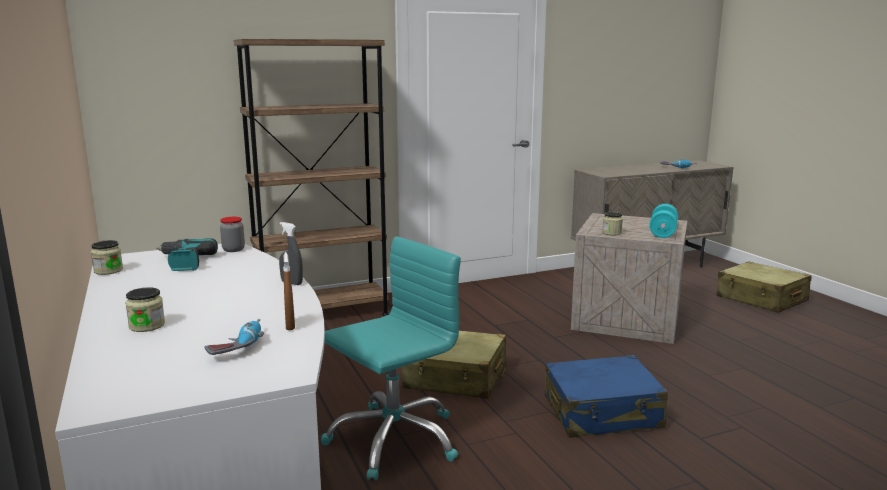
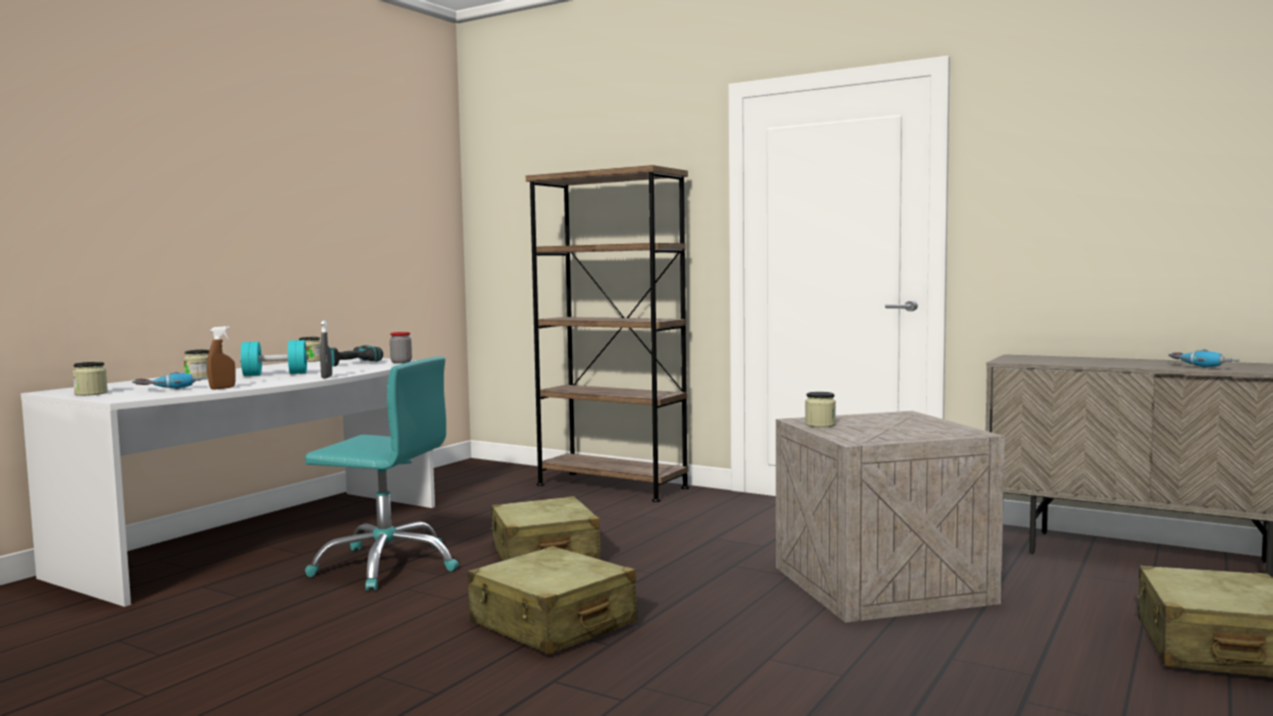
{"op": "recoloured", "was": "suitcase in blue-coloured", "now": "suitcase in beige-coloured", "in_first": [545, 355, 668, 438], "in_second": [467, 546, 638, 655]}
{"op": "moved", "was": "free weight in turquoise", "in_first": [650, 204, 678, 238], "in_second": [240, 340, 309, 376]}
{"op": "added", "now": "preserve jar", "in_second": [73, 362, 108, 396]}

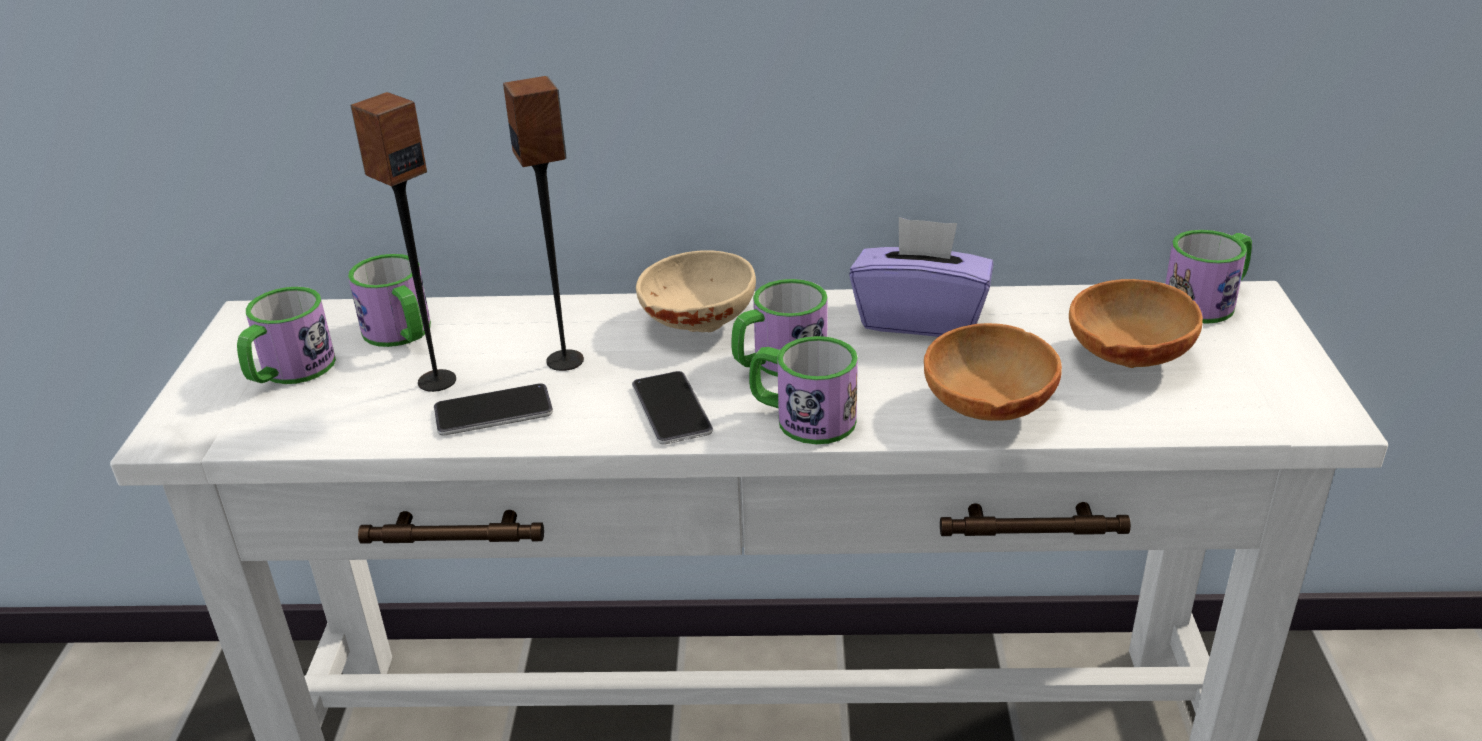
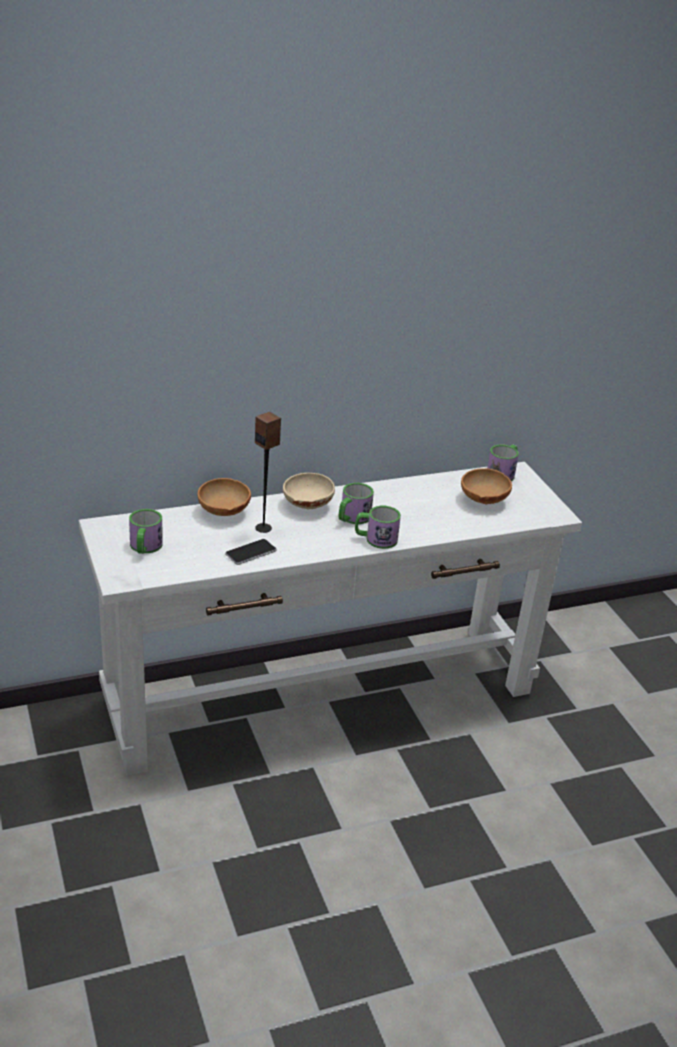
{"op": "removed", "was": "mug", "in_first": [348, 254, 431, 347]}
{"op": "removed", "was": "speaker", "in_first": [350, 92, 456, 392]}
{"op": "removed", "was": "handset", "in_first": [632, 371, 713, 445]}
{"op": "removed", "was": "tissue box in purple", "in_first": [849, 217, 994, 337]}
{"op": "moved", "was": "bowl in brown", "in_first": [924, 323, 1062, 421], "in_second": [197, 478, 251, 516]}

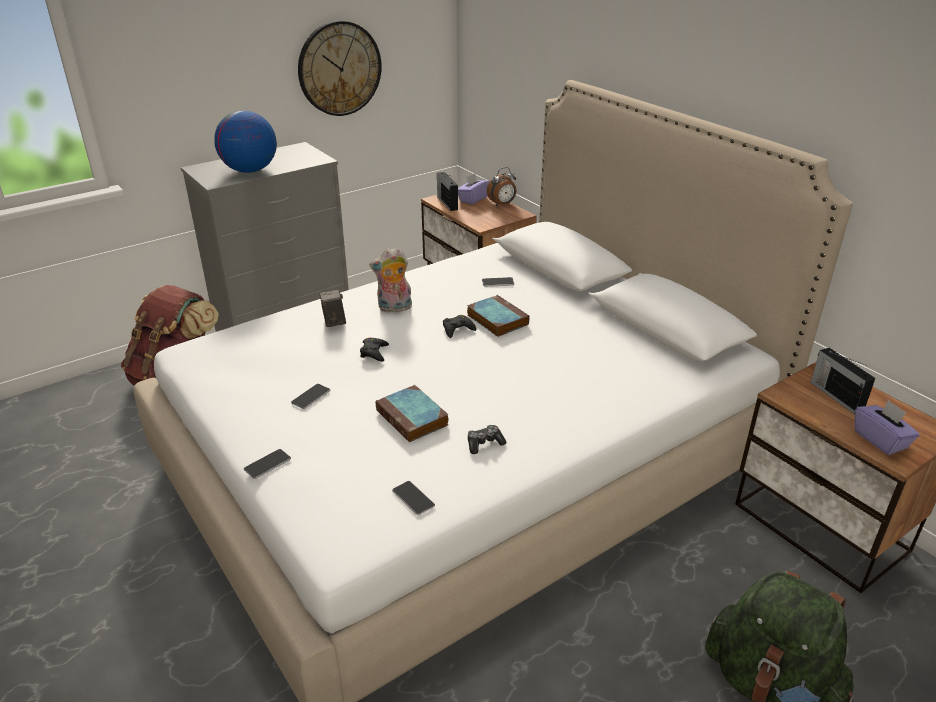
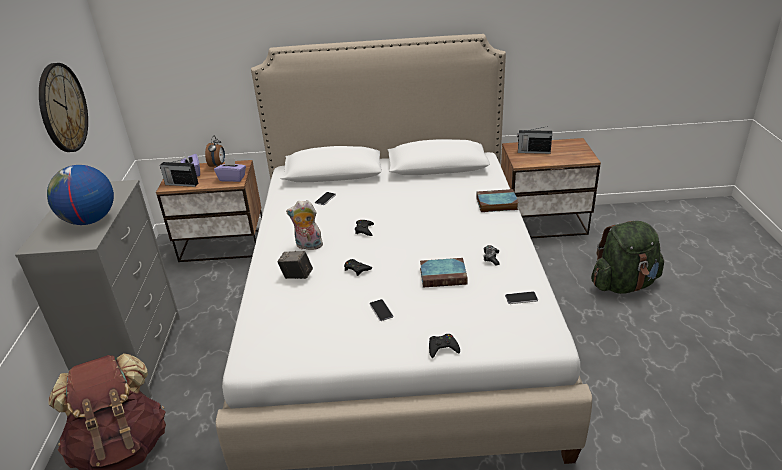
{"op": "replaced", "was": "handset", "now": "joypad in blackish", "in_first": [244, 449, 291, 479], "in_second": [429, 334, 460, 358]}
{"op": "turned", "was": "cuddly toy", "in_first": [369, 247, 412, 312], "in_second": [286, 200, 323, 250], "clockwise": 75}
{"op": "moved", "was": "book", "in_first": [467, 295, 530, 337], "in_second": [476, 189, 519, 212]}
{"op": "moved", "was": "tissue box in purple", "in_first": [855, 400, 920, 455], "in_second": [214, 158, 246, 182]}

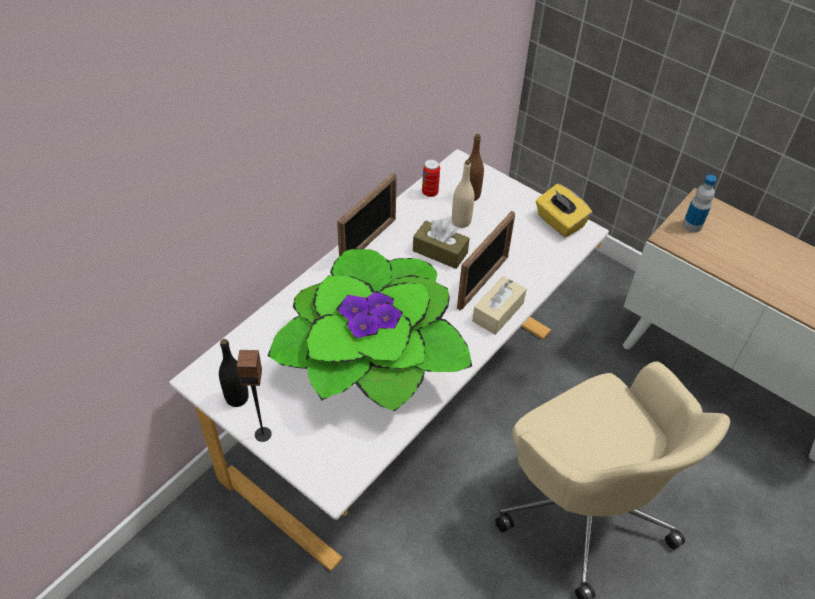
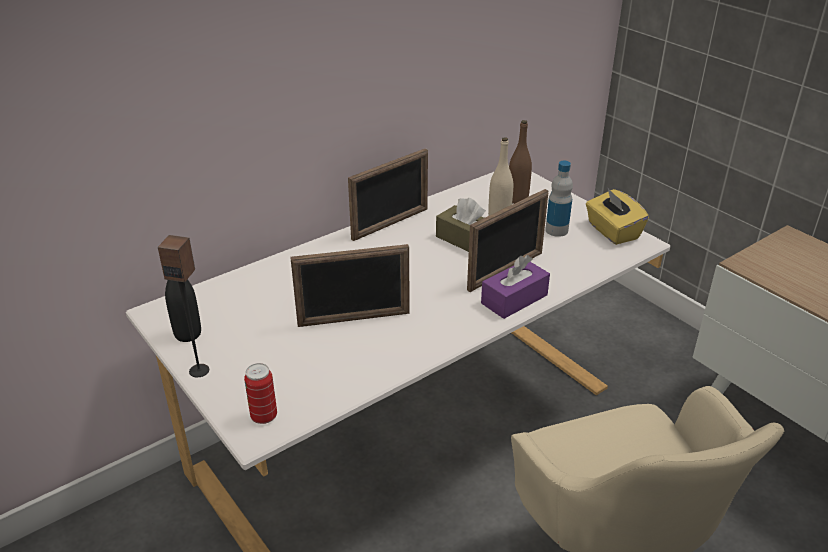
{"op": "replaced", "was": "houseplant", "now": "picture frame", "in_first": [268, 248, 472, 412], "in_second": [290, 244, 410, 327]}
{"op": "moved", "was": "metal can", "in_first": [422, 159, 440, 197], "in_second": [244, 363, 277, 424]}
{"op": "recoloured", "was": "tissue box in beige-coloured", "now": "tissue box in purple", "in_first": [472, 276, 527, 335], "in_second": [481, 255, 550, 319]}
{"op": "moved", "was": "beverage bottle", "in_first": [683, 175, 717, 233], "in_second": [545, 161, 573, 237]}

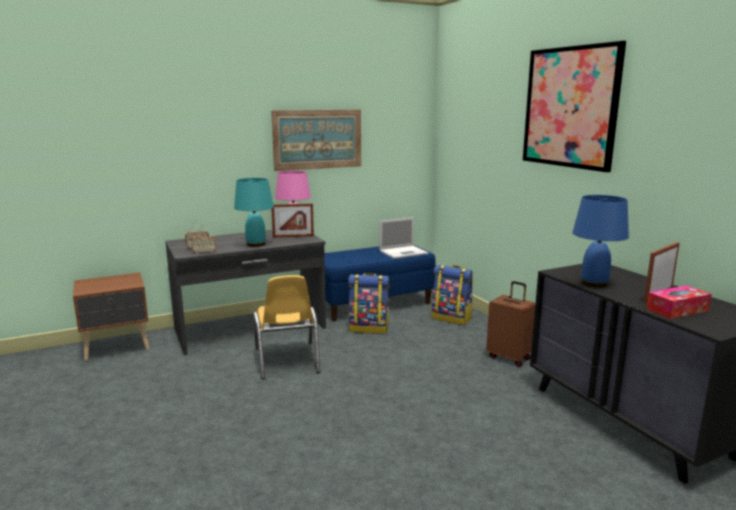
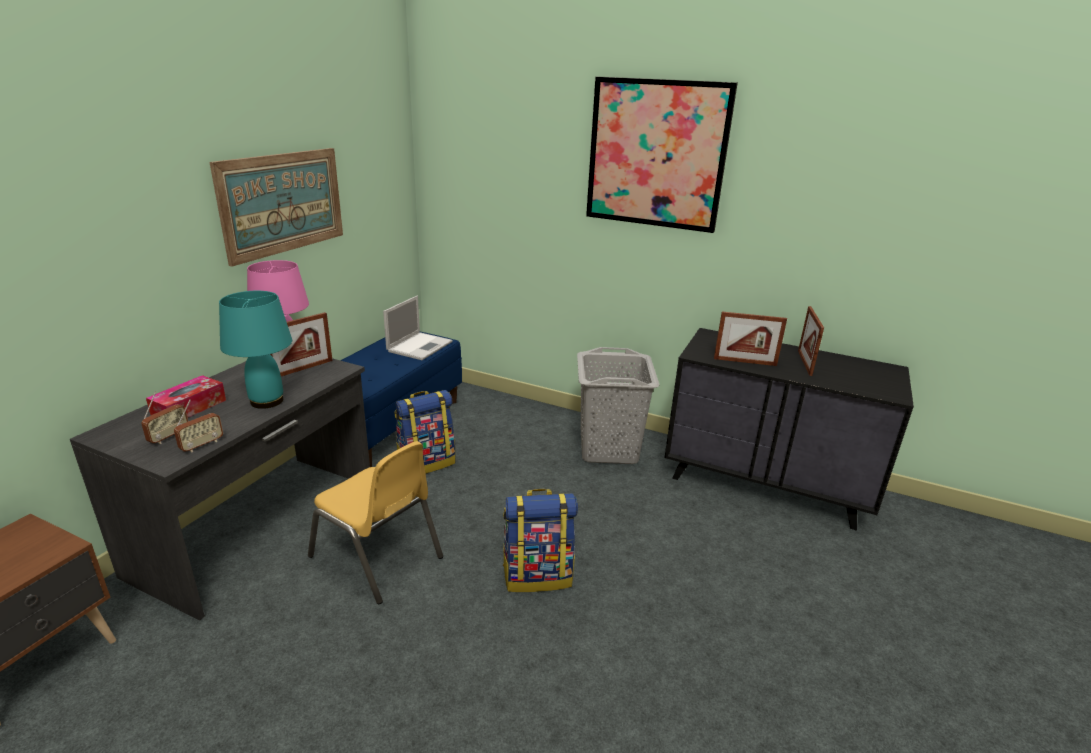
{"op": "moved", "was": "knapsack", "in_first": [431, 265, 473, 325], "in_second": [503, 489, 578, 592]}
{"op": "replaced", "was": "suitcase in brown", "now": "washing basket in grey", "in_first": [486, 281, 535, 367], "in_second": [577, 347, 659, 464]}
{"op": "replaced", "was": "table lamp in blue-coloured", "now": "picture frame", "in_first": [573, 195, 629, 288], "in_second": [714, 312, 787, 366]}
{"op": "moved", "was": "tissue box", "in_first": [646, 285, 712, 319], "in_second": [146, 375, 226, 417]}

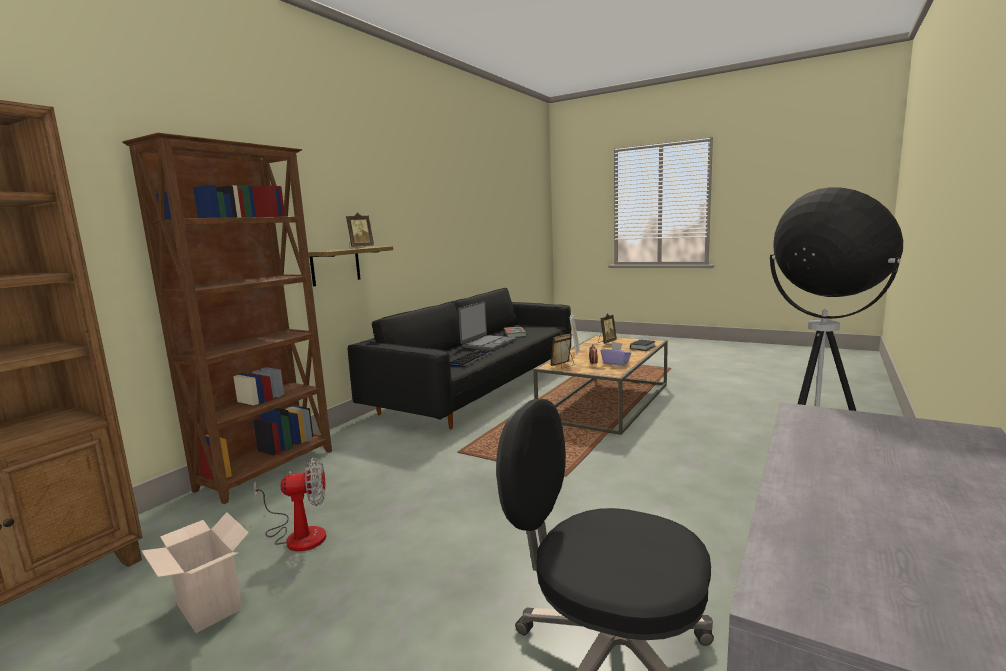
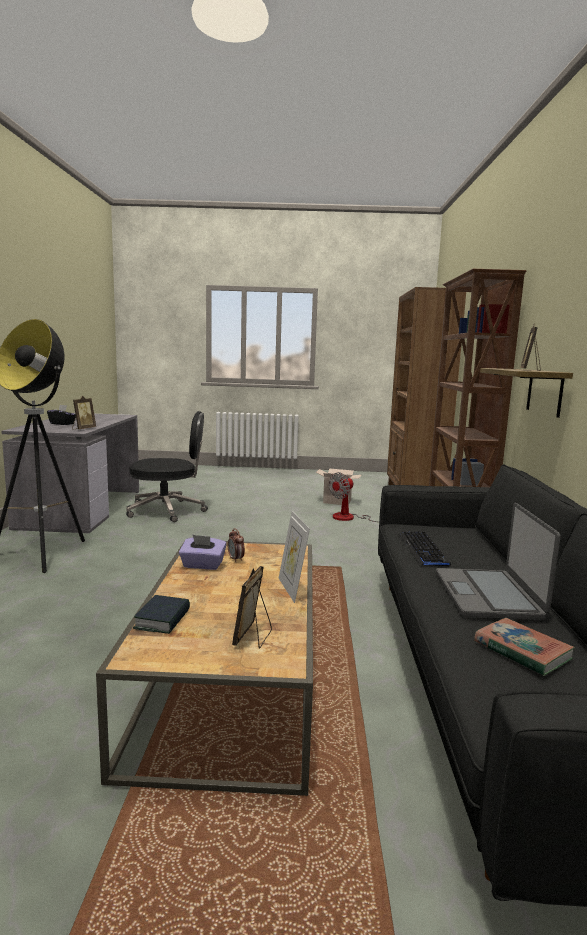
{"op": "moved", "was": "picture frame", "in_first": [551, 332, 574, 369], "in_second": [72, 396, 96, 429]}
{"op": "added", "now": "tissue box in blackish", "in_second": [47, 405, 76, 425]}

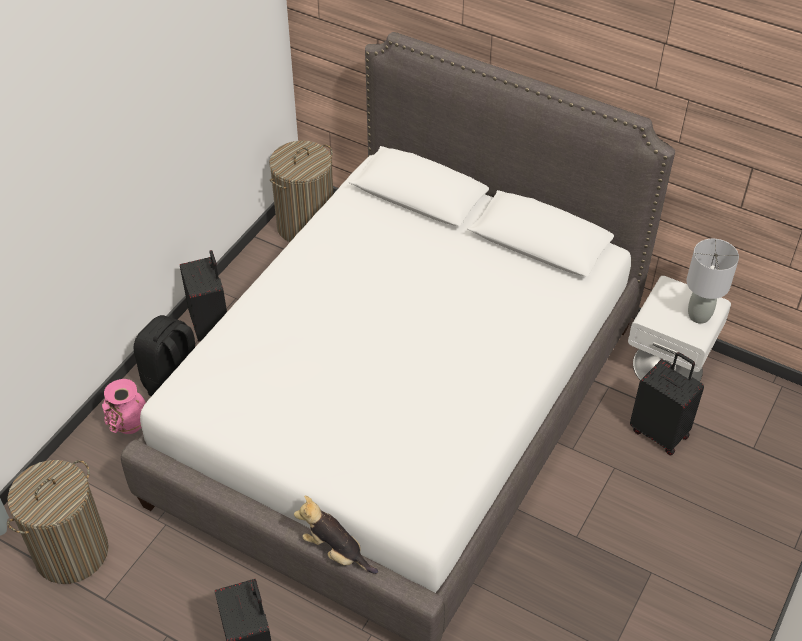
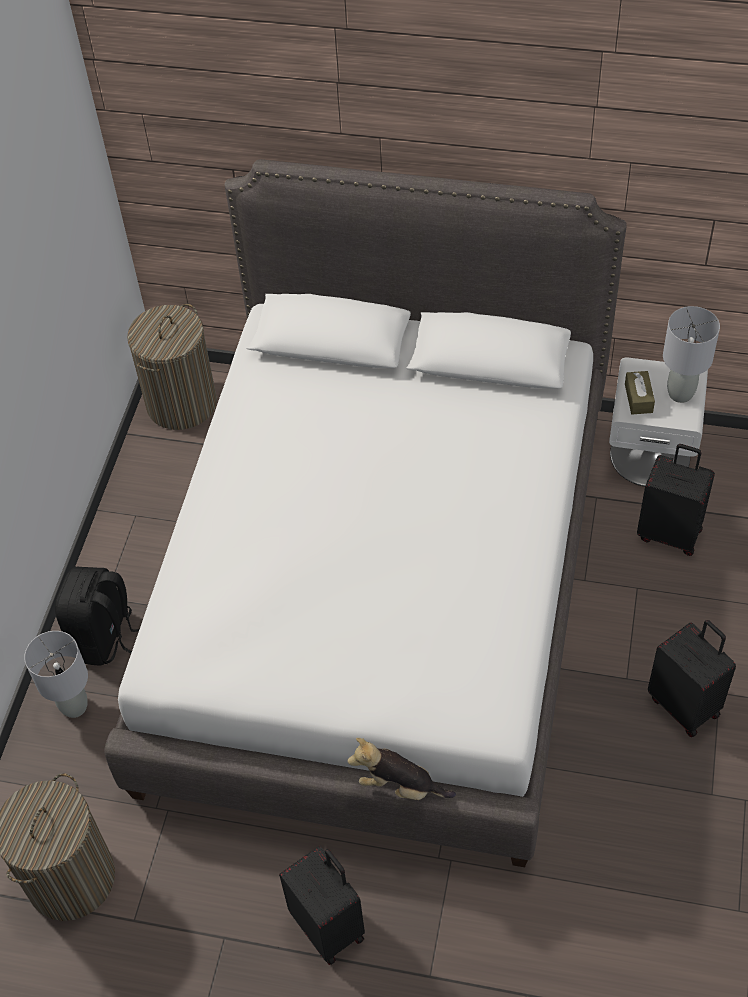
{"op": "replaced", "was": "vase in pink-coloured", "now": "table lamp in grey", "in_first": [102, 379, 146, 434], "in_second": [24, 631, 88, 718]}
{"op": "moved", "was": "suitcase in blackish", "in_first": [180, 250, 227, 342], "in_second": [648, 620, 736, 737]}
{"op": "added", "now": "tissue box in brown", "in_second": [625, 371, 655, 414]}

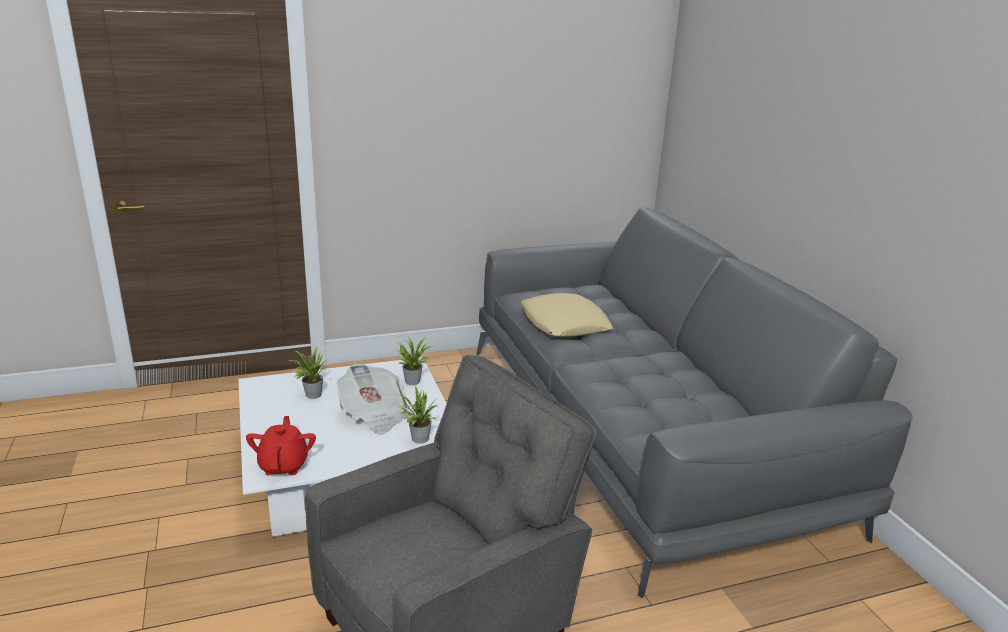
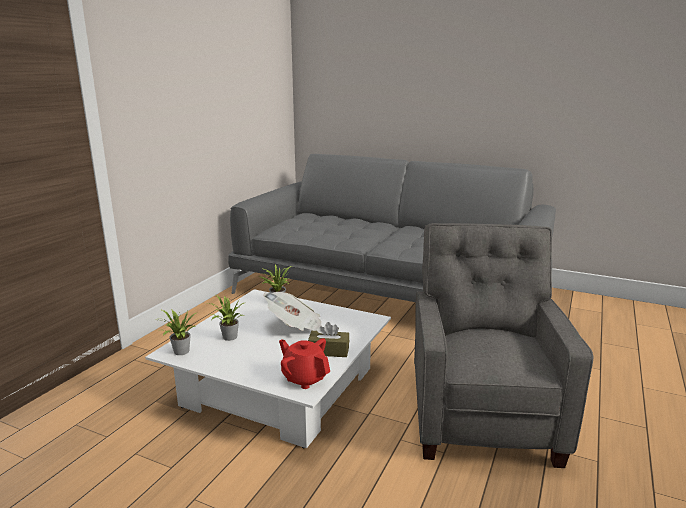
{"op": "moved", "was": "houseplant", "in_first": [399, 386, 438, 444], "in_second": [155, 309, 198, 355]}
{"op": "removed", "was": "cushion in beige-coloured", "in_first": [521, 293, 613, 337]}
{"op": "added", "now": "tissue box in brown", "in_second": [308, 322, 349, 357]}

